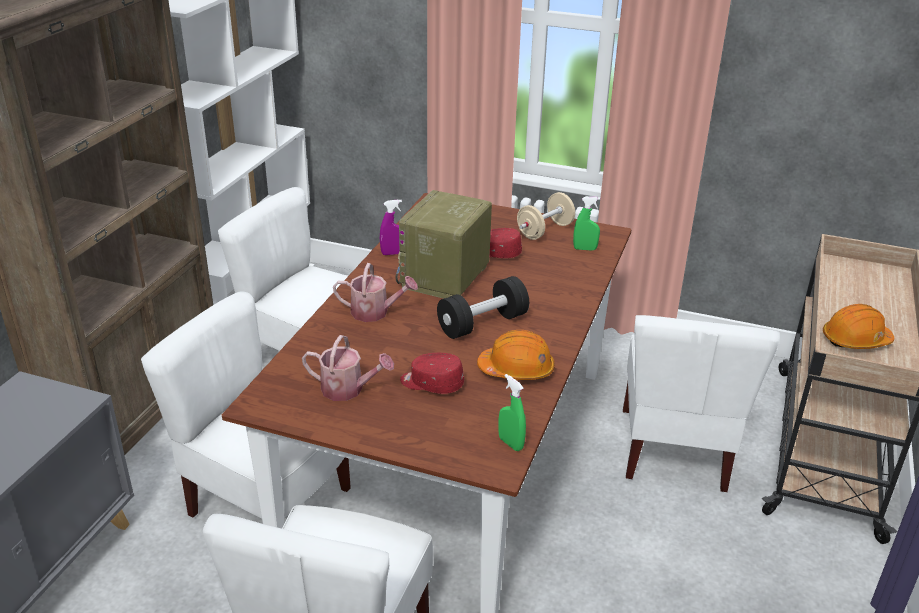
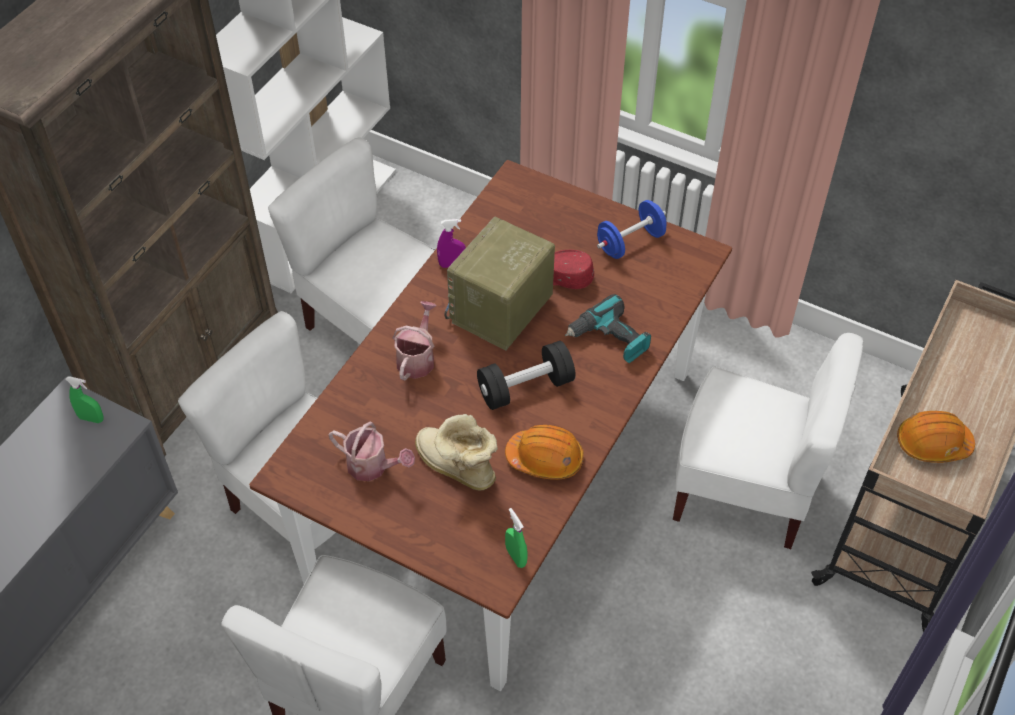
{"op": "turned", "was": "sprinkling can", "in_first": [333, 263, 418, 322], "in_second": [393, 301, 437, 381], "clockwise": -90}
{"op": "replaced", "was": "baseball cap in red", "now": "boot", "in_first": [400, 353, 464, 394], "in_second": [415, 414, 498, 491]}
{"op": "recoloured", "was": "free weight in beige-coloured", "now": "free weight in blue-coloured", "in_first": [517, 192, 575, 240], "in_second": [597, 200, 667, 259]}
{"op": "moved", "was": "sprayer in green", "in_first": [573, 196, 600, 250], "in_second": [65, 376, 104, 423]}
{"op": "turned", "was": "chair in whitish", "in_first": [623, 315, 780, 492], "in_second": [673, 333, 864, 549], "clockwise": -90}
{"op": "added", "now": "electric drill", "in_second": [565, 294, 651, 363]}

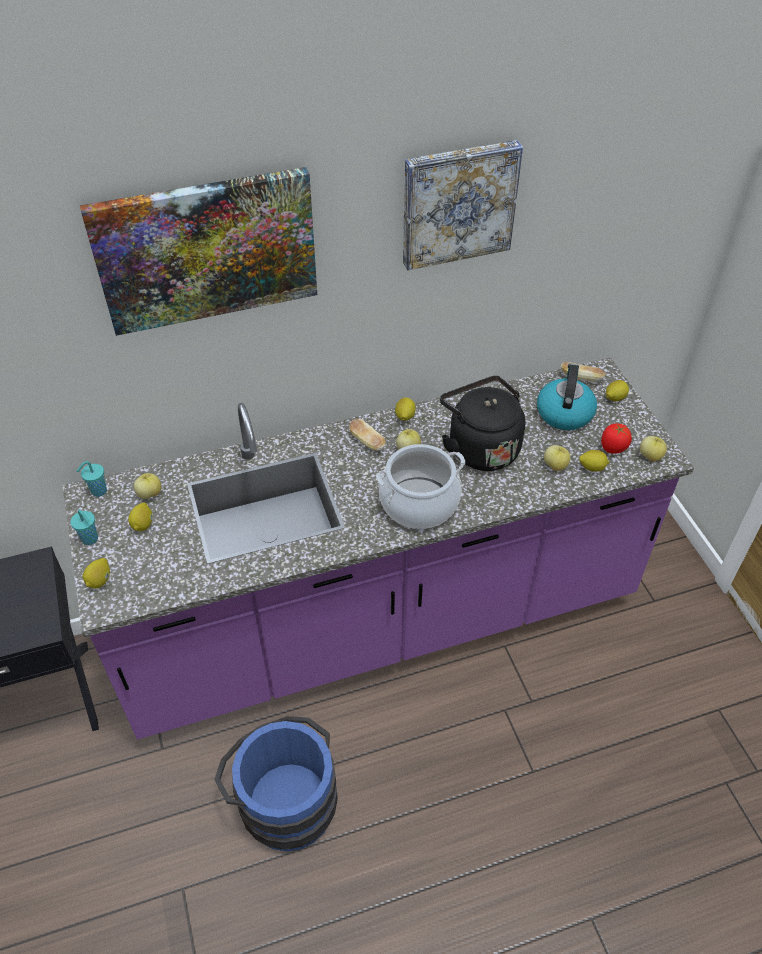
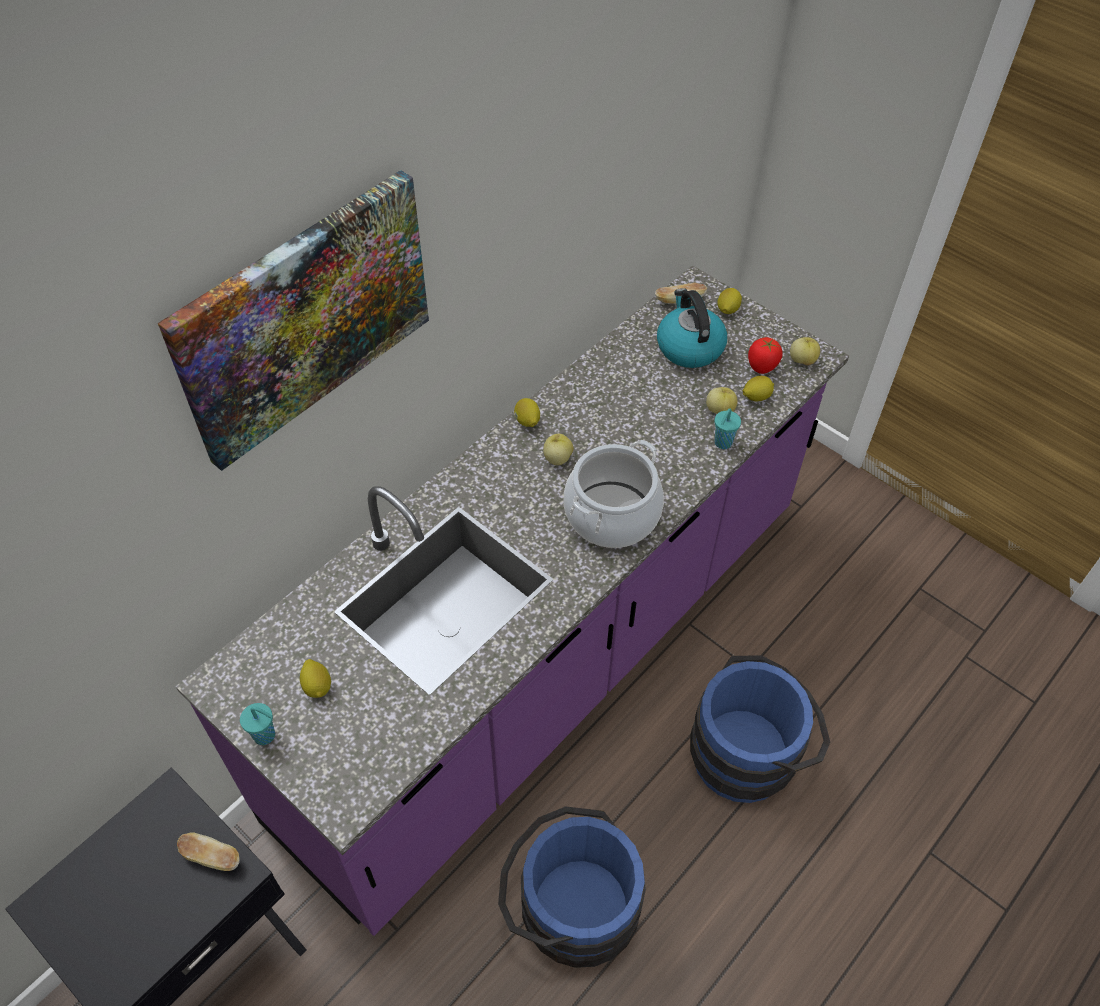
{"op": "moved", "was": "small cup in turquoise", "in_first": [77, 461, 107, 497], "in_second": [714, 408, 741, 449]}
{"op": "removed", "was": "citrus fruit", "in_first": [83, 558, 110, 589]}
{"op": "removed", "was": "apple fruit", "in_first": [133, 473, 161, 499]}
{"op": "moved", "was": "bakery bread", "in_first": [349, 419, 385, 451], "in_second": [177, 833, 240, 871]}
{"op": "removed", "was": "picture", "in_first": [403, 140, 523, 270]}
{"op": "removed", "was": "kettle in blackish", "in_first": [440, 376, 525, 471]}
{"op": "added", "now": "bucket in blue-coloured", "in_second": [690, 655, 830, 803]}

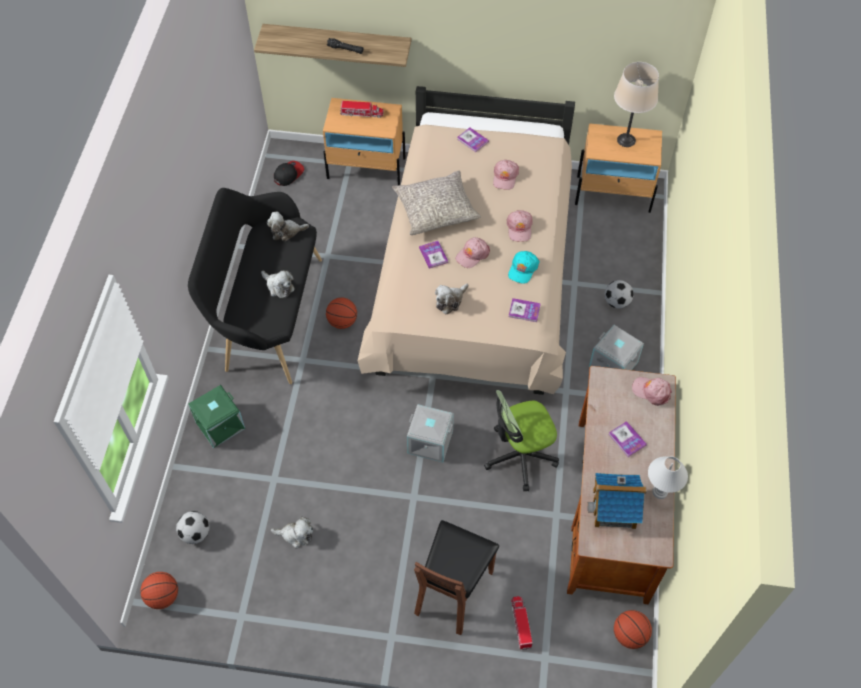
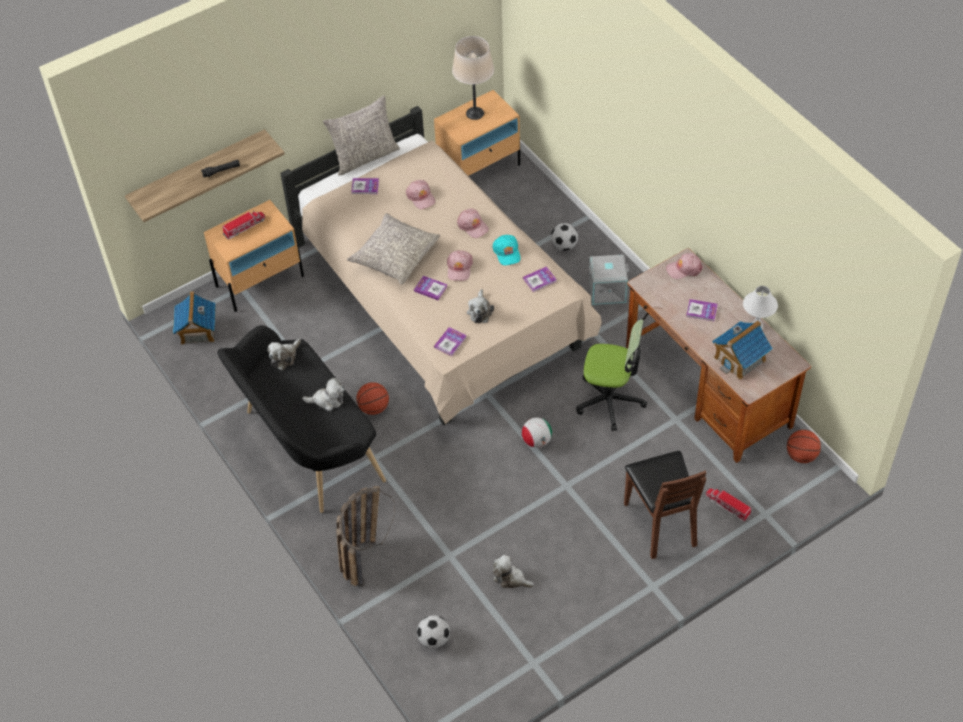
{"op": "removed", "was": "ball for basketball", "in_first": [140, 572, 178, 609]}
{"op": "replaced", "was": "storage bin in green", "now": "storage basket", "in_first": [188, 385, 245, 448], "in_second": [336, 486, 395, 586]}
{"op": "turned", "was": "cuddly toy", "in_first": [271, 516, 313, 549], "in_second": [493, 555, 534, 588], "clockwise": -120}
{"op": "replaced", "was": "baseball cap", "now": "miniature house", "in_first": [274, 161, 304, 186], "in_second": [173, 291, 216, 345]}
{"op": "replaced", "was": "storage bin in grey", "now": "football", "in_first": [407, 404, 454, 463], "in_second": [522, 417, 552, 448]}
{"op": "turned", "was": "desk chair", "in_first": [484, 390, 559, 491], "in_second": [576, 319, 647, 431], "clockwise": -105}
{"op": "added", "now": "cushion in grey", "in_second": [323, 95, 400, 176]}
{"op": "added", "now": "book", "in_second": [434, 327, 467, 356]}

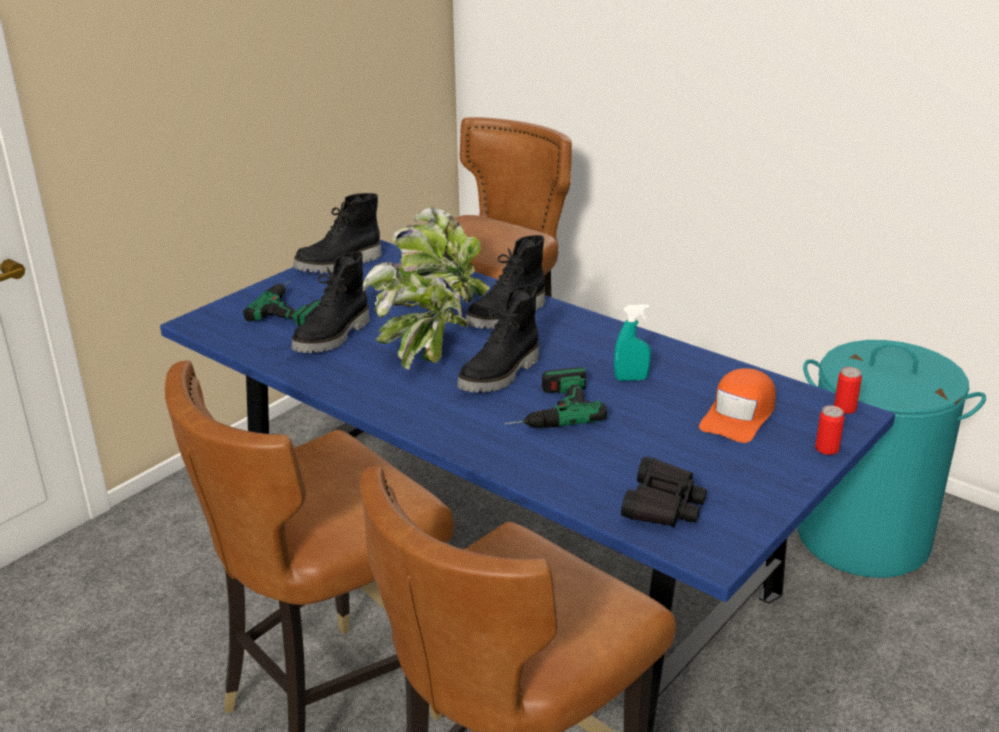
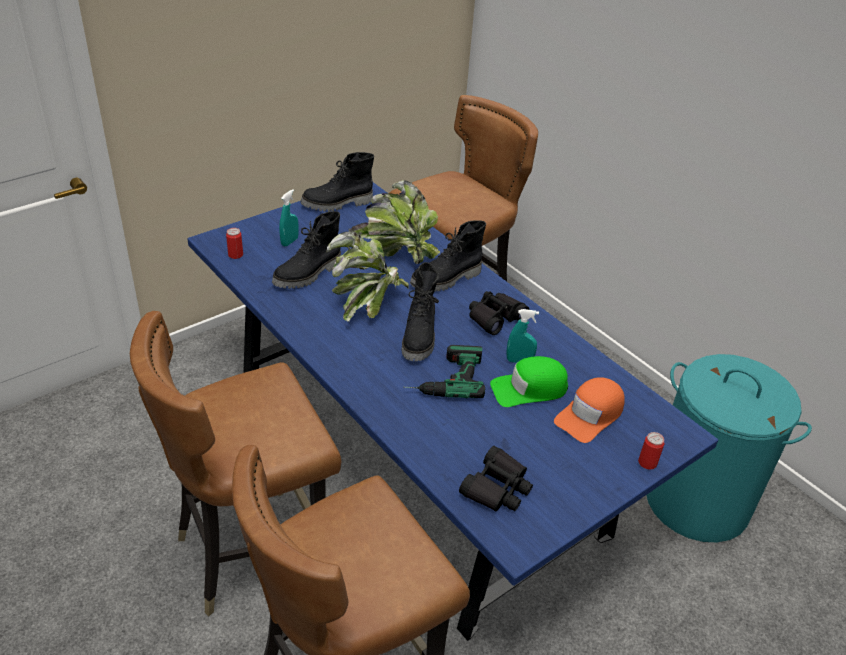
{"op": "replaced", "was": "electric drill", "now": "sprayer in turquoise", "in_first": [243, 280, 321, 327], "in_second": [279, 189, 299, 247]}
{"op": "turned", "was": "boot in blackish", "in_first": [457, 285, 539, 393], "in_second": [402, 262, 439, 361], "clockwise": -45}
{"op": "moved", "was": "metal can", "in_first": [834, 367, 862, 414], "in_second": [226, 228, 243, 259]}
{"op": "added", "now": "binoculars in blackish", "in_second": [469, 291, 530, 335]}
{"op": "added", "now": "baseball cap in green", "in_second": [490, 356, 568, 407]}

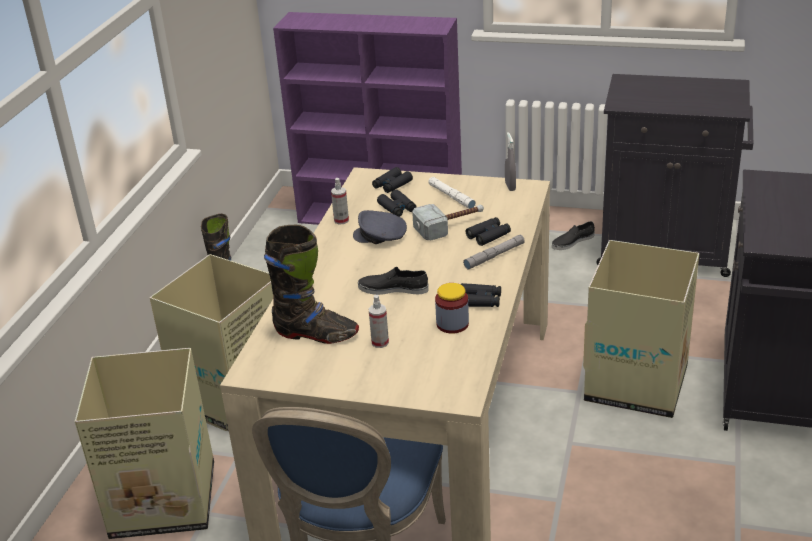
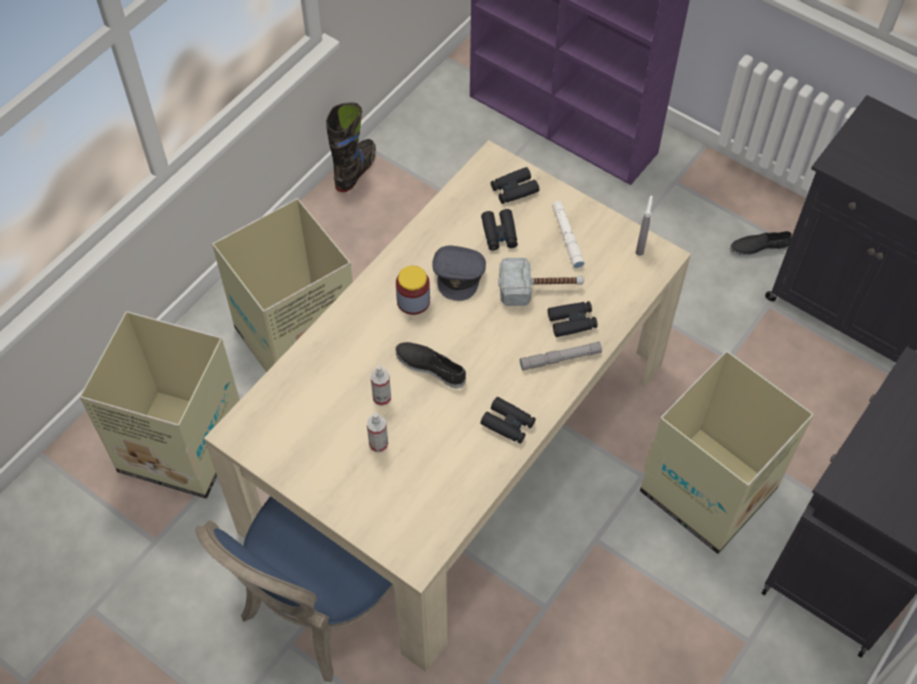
{"op": "removed", "was": "boot in blackish", "in_first": [264, 225, 359, 344]}
{"op": "moved", "was": "sprayer", "in_first": [331, 178, 349, 225], "in_second": [371, 365, 391, 406]}
{"op": "turned", "was": "baseball cap in grey", "in_first": [353, 210, 407, 244], "in_second": [432, 246, 486, 301], "clockwise": -120}
{"op": "moved", "was": "preserve jar", "in_first": [435, 283, 469, 334], "in_second": [396, 266, 430, 315]}

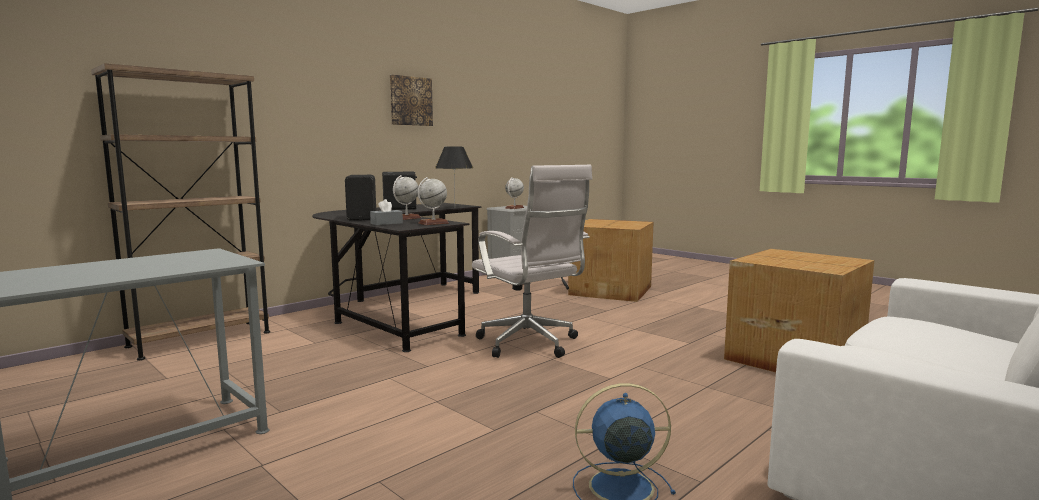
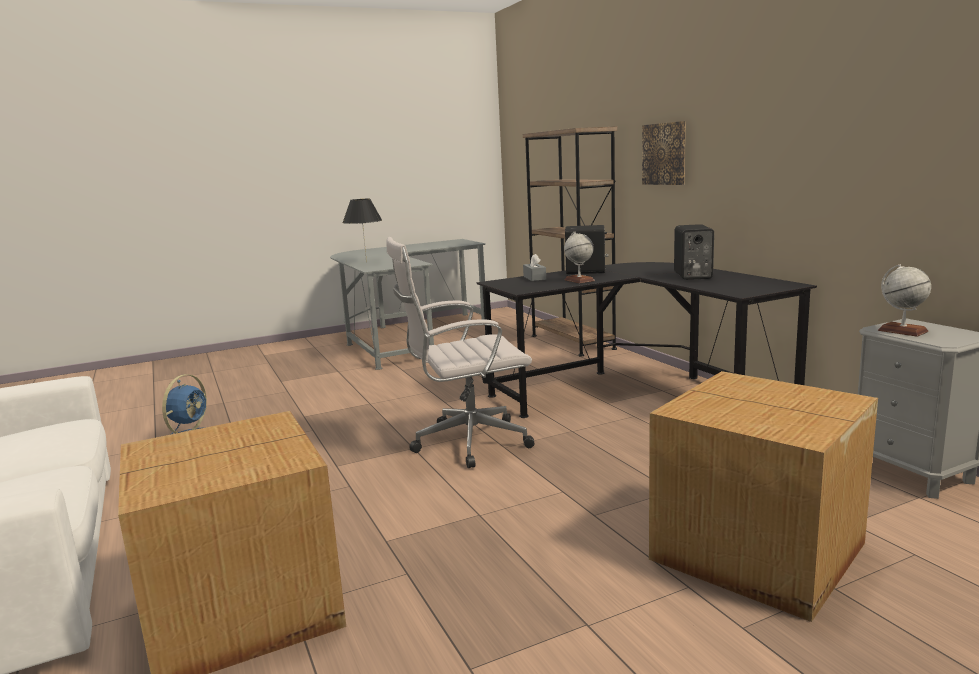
{"op": "moved", "was": "picture", "in_first": [390, 75, 433, 126], "in_second": [642, 121, 686, 185]}
{"op": "removed", "was": "world globe", "in_first": [418, 177, 449, 225]}
{"op": "moved", "was": "table lamp in blackish", "in_first": [435, 147, 473, 195], "in_second": [342, 199, 382, 263]}

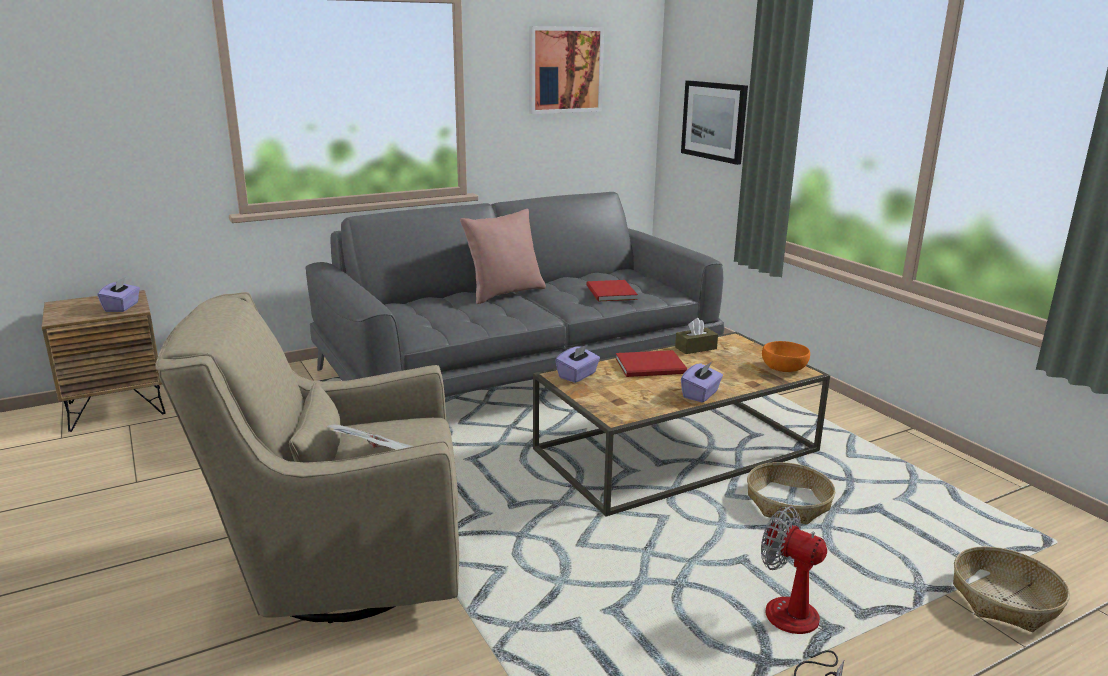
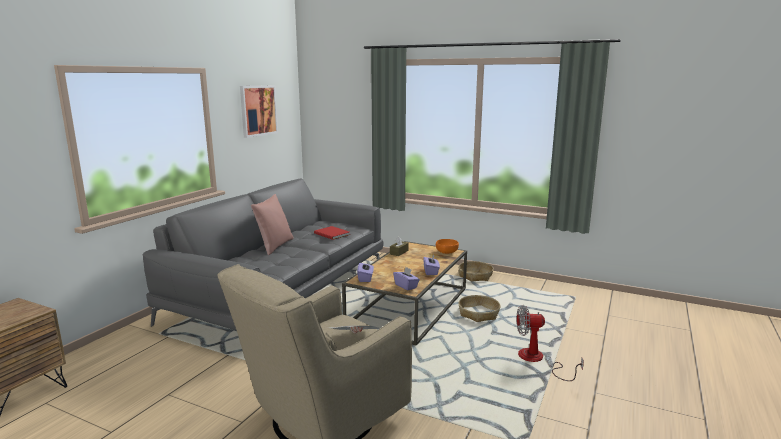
{"op": "moved", "was": "tissue box in purple", "in_first": [97, 276, 140, 312], "in_second": [393, 267, 420, 290]}
{"op": "removed", "was": "book in red", "in_first": [616, 350, 687, 377]}
{"op": "removed", "was": "picture", "in_first": [681, 81, 748, 165]}
{"op": "moved", "was": "storage basket", "in_first": [953, 546, 1070, 632], "in_second": [458, 261, 494, 281]}

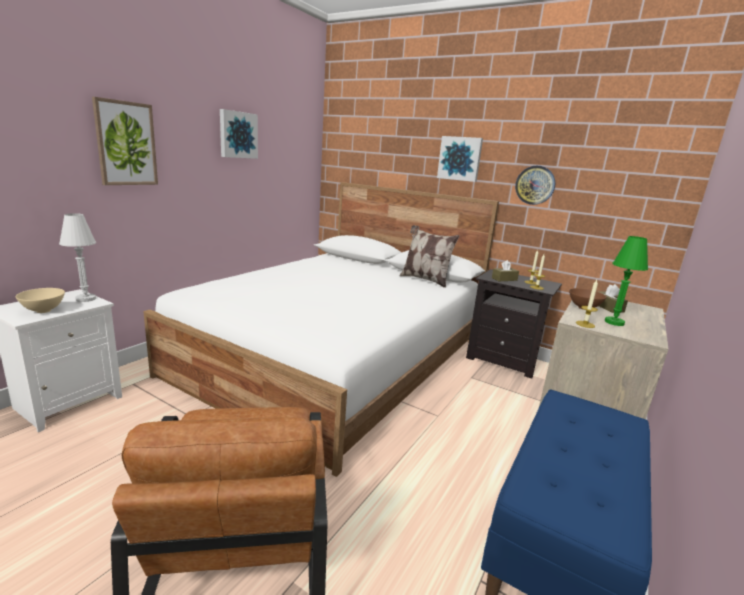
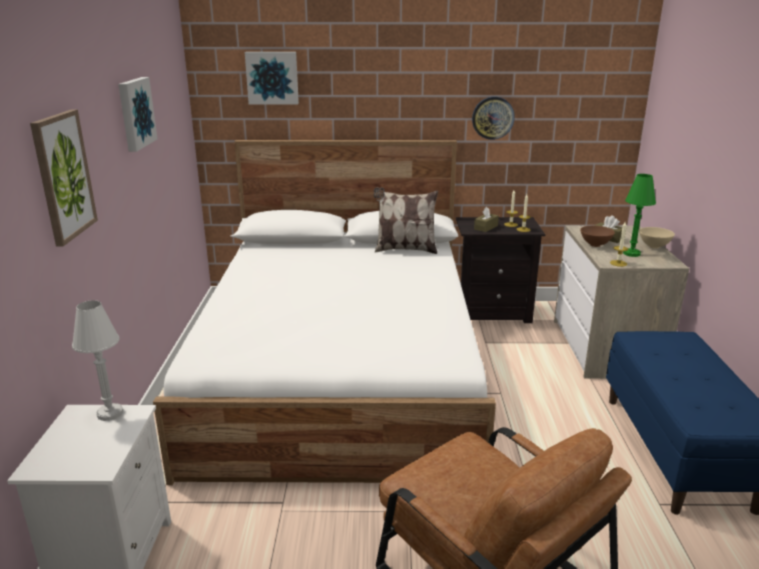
{"op": "moved", "was": "bowl in beige-coloured", "in_first": [15, 288, 65, 313], "in_second": [639, 227, 675, 249]}
{"op": "moved", "was": "picture", "in_first": [437, 136, 483, 182], "in_second": [245, 52, 299, 105]}

